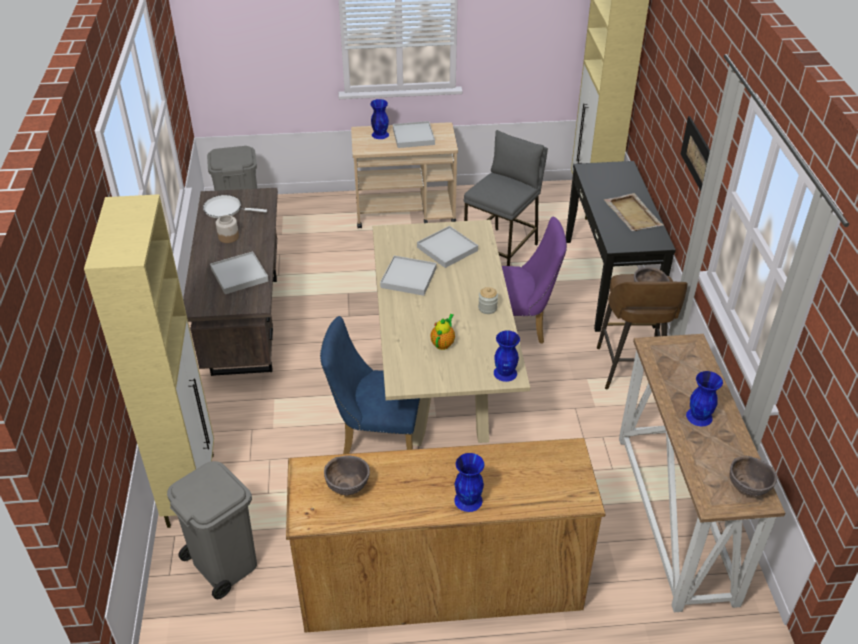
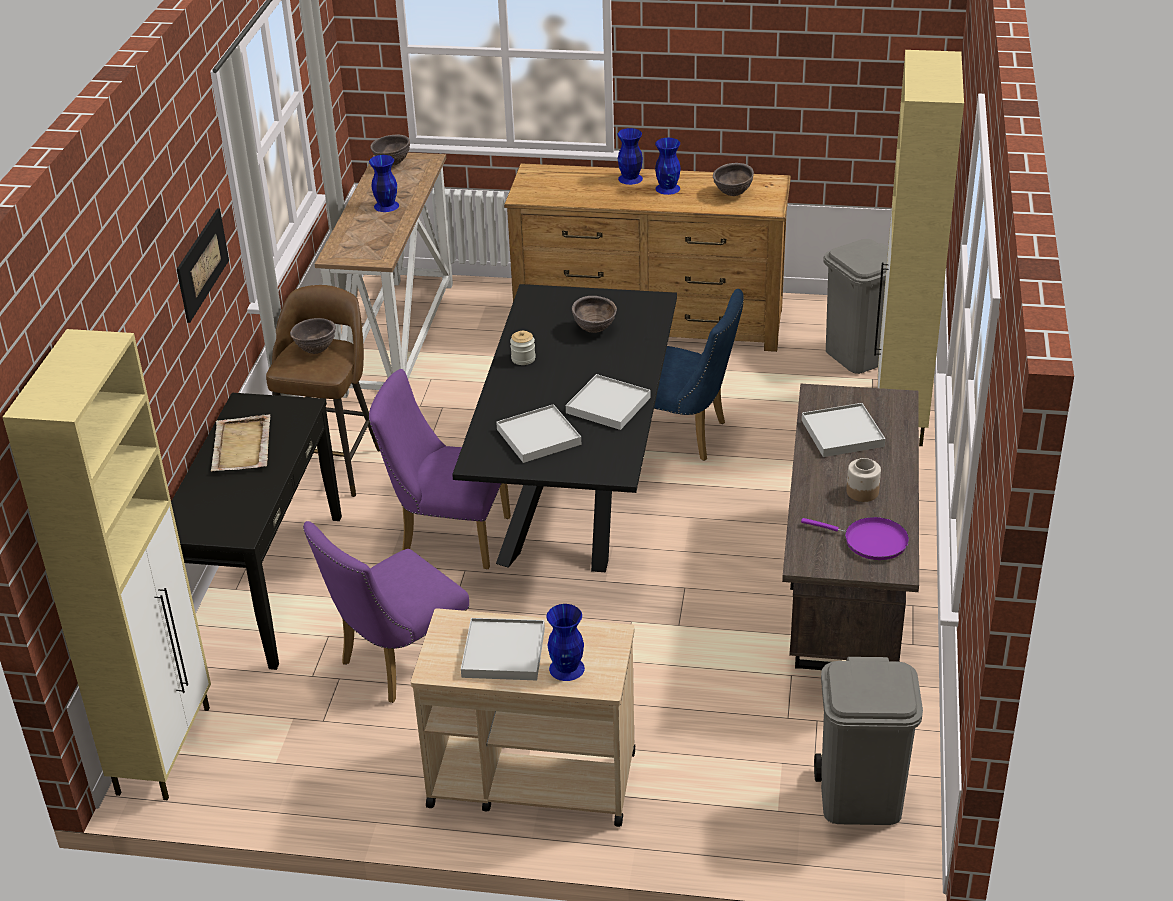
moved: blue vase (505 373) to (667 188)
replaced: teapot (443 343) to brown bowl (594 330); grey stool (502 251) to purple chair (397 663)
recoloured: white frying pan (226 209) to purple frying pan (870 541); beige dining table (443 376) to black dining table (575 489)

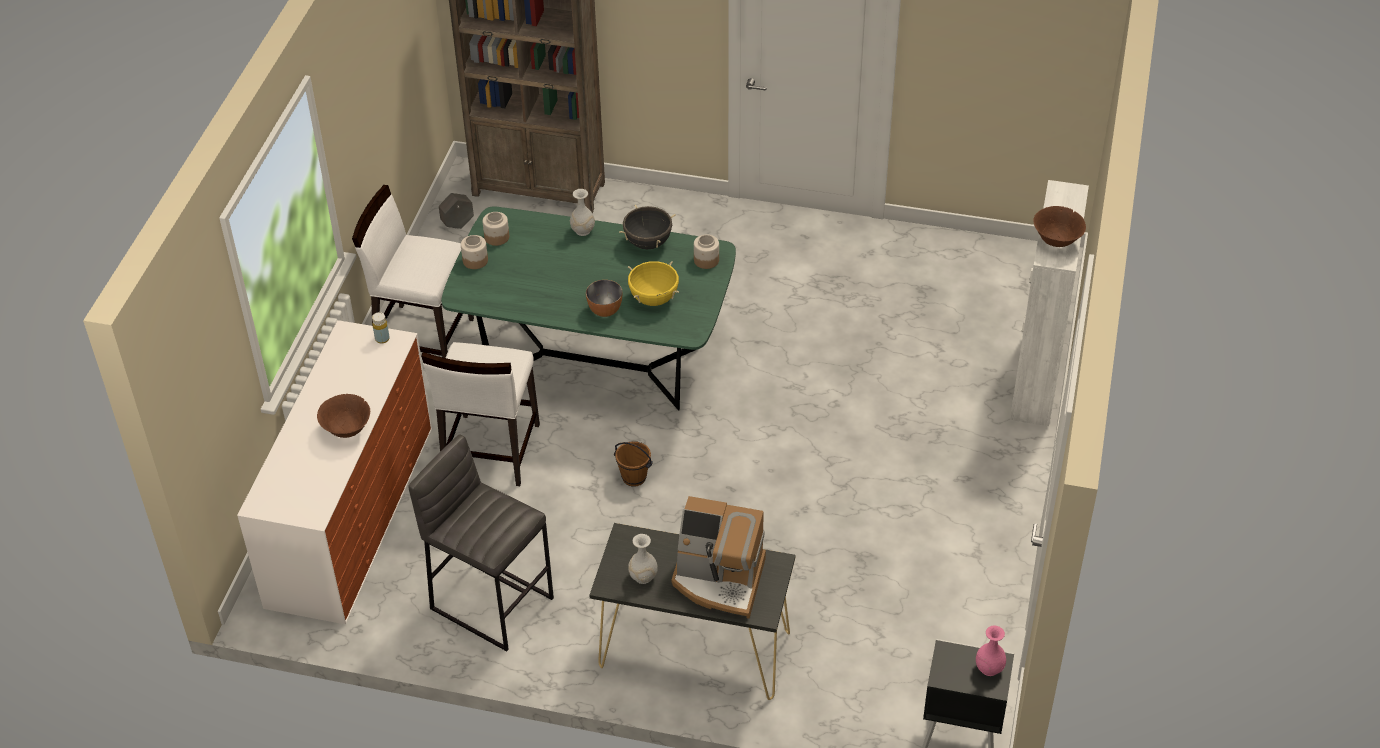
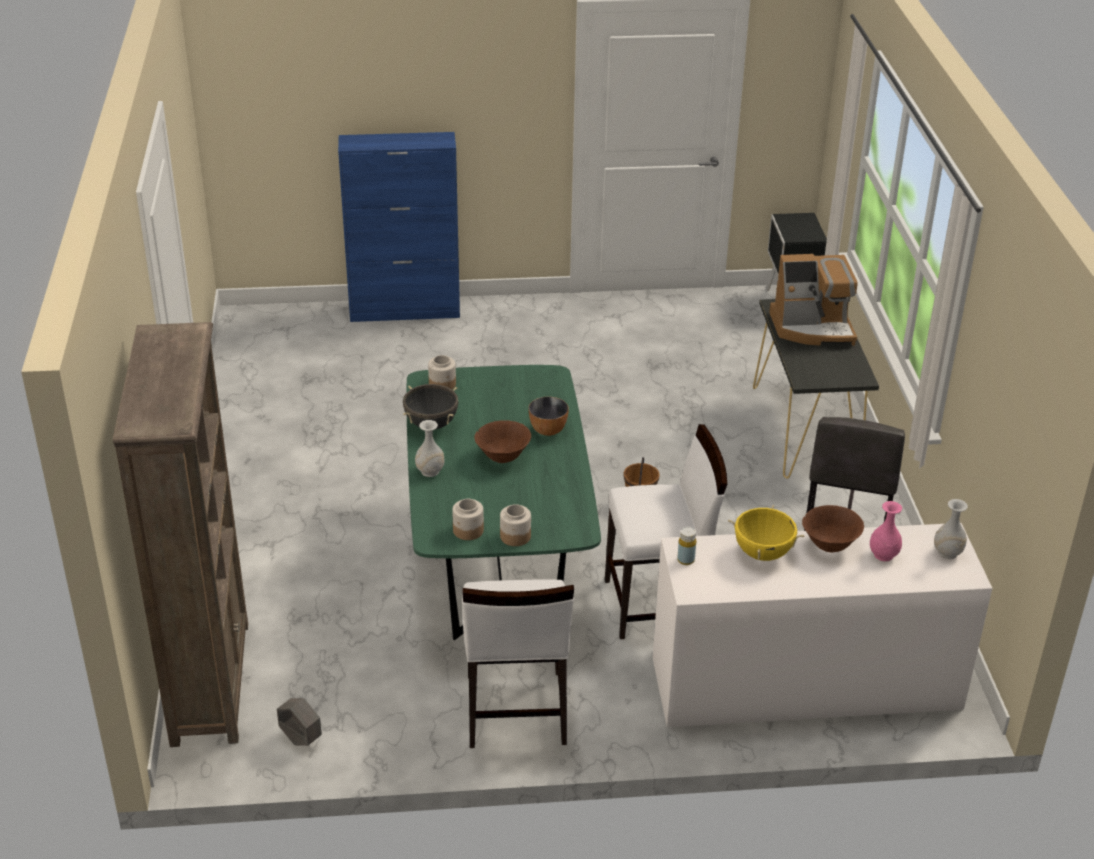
moved: yellow cooking pot (654 299) to (763 553); white vase (643 576) to (947 553); pink vase (989 668) to (883 555); brown bowl (1056 241) to (502 457)
recoloured: white cabinet (1035 380) to blue cabinet (405 310)
turned: coffee machine (719 580) = (813 328) 90 degrees clockwise

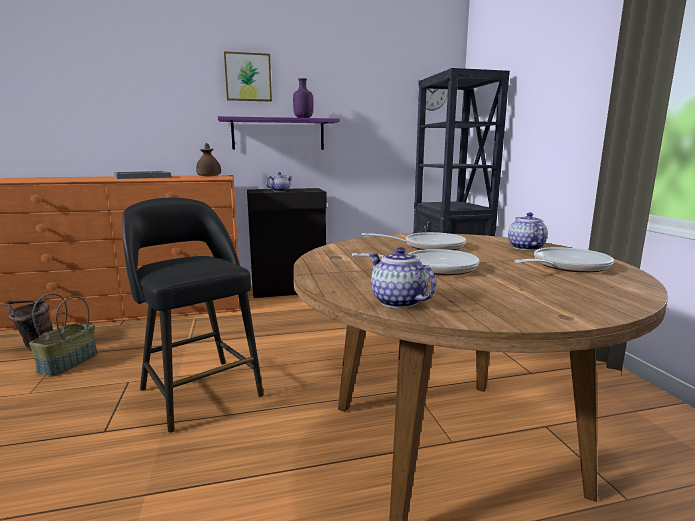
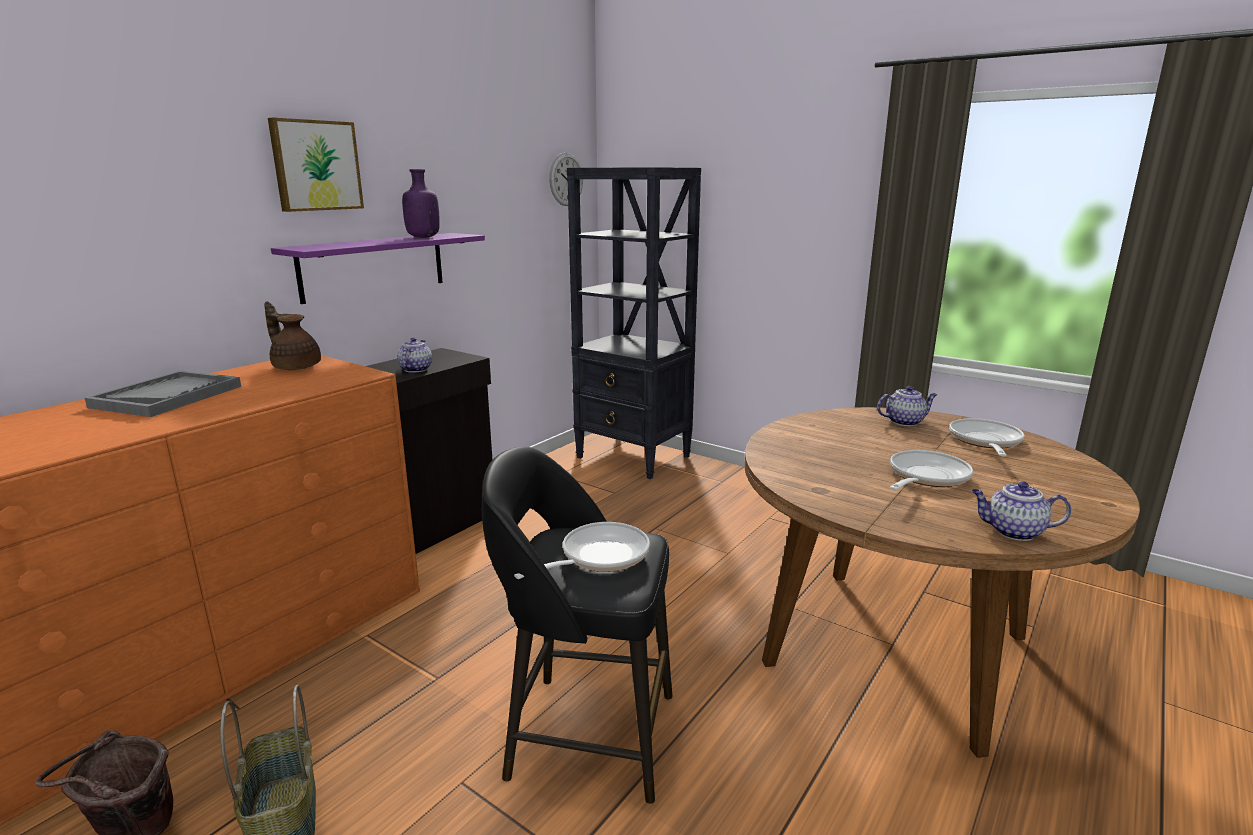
moved: frying pan (428 246) to (598 557)
turned: teapot (525 247) = (904 421) 120 degrees clockwise

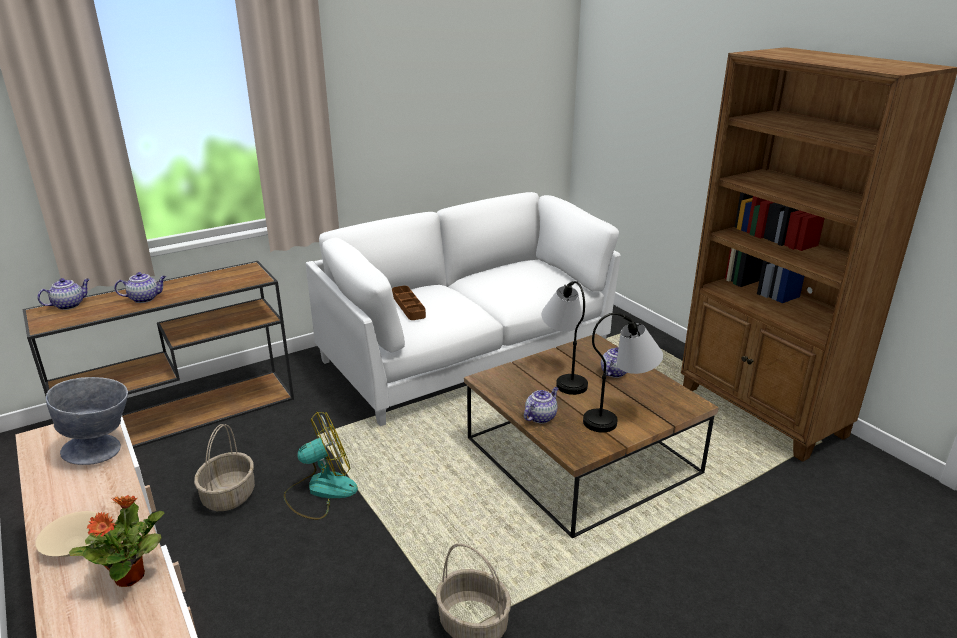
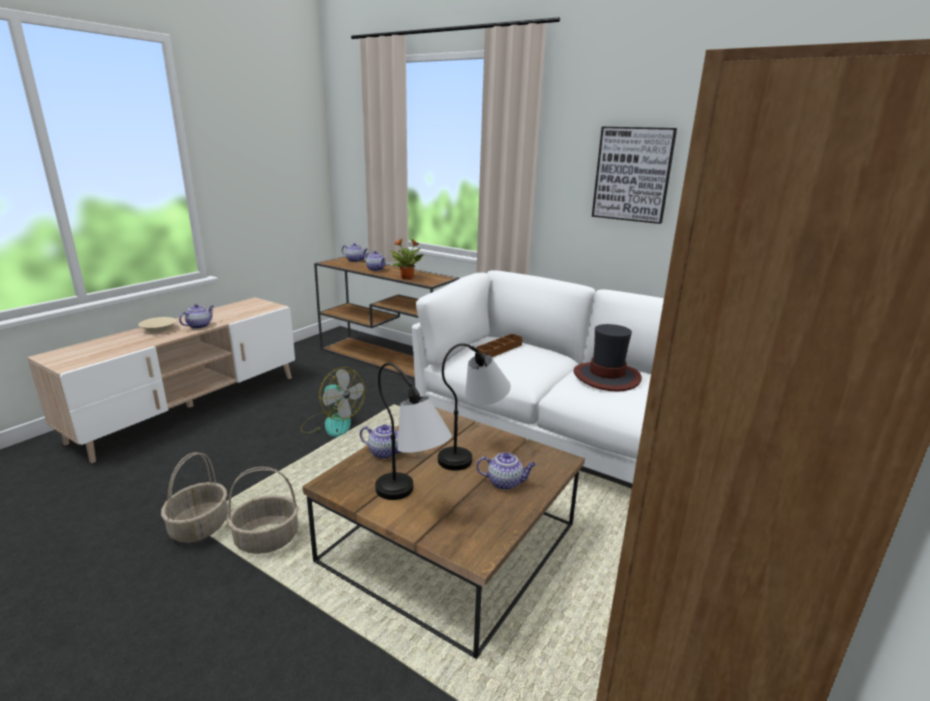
removed: grey bowl (103 449)
added: teapot (199 326); hat (606 377); picture (632 174)
moved: potted plant (131 576) to (407 278); basket (228 495) to (267 538)

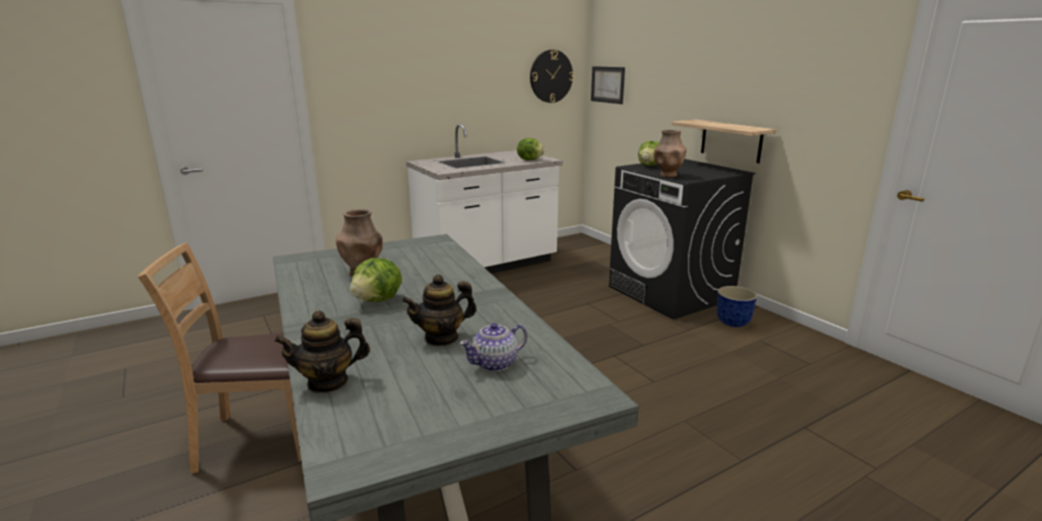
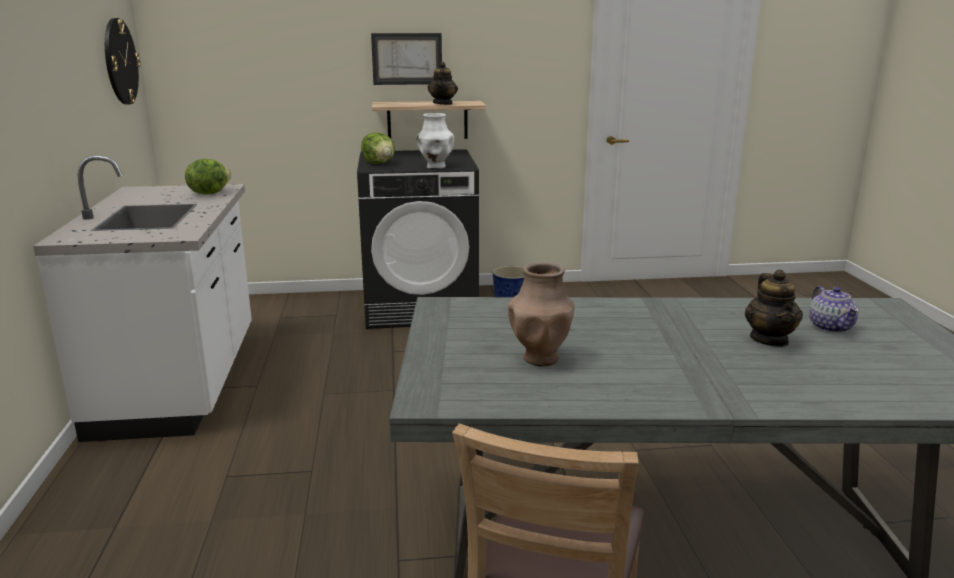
removed: lettuce (378 300)
moved: teapot (328 382) to (443 103); picture (607 84) to (407 59)
recoloured: brown vase (668 175) to white vase (435 167)

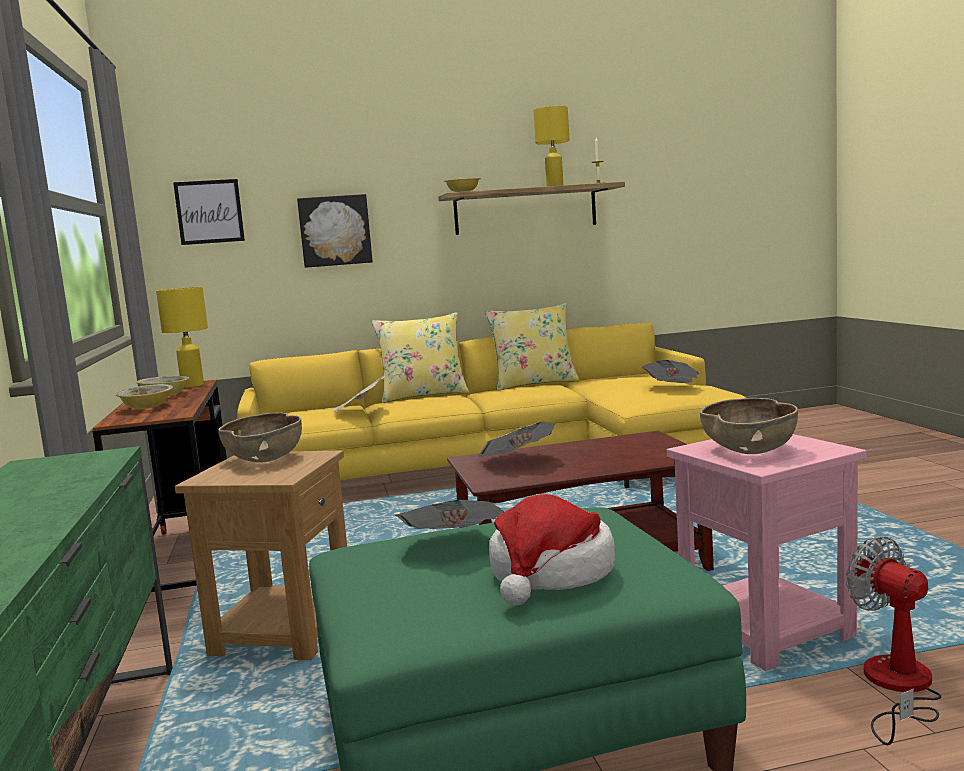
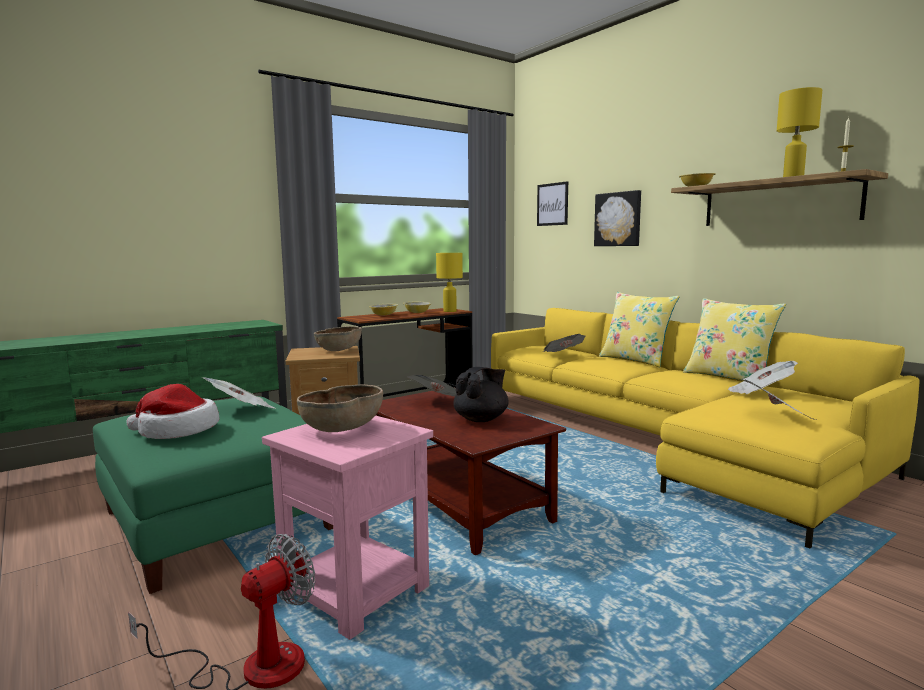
added: black teapot (481 419); newspaper (760 393)

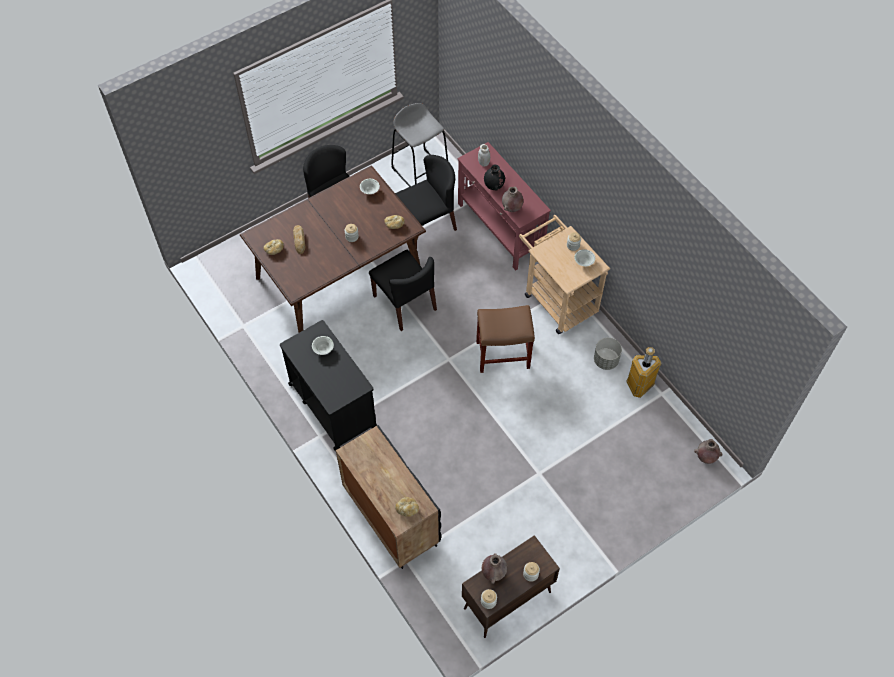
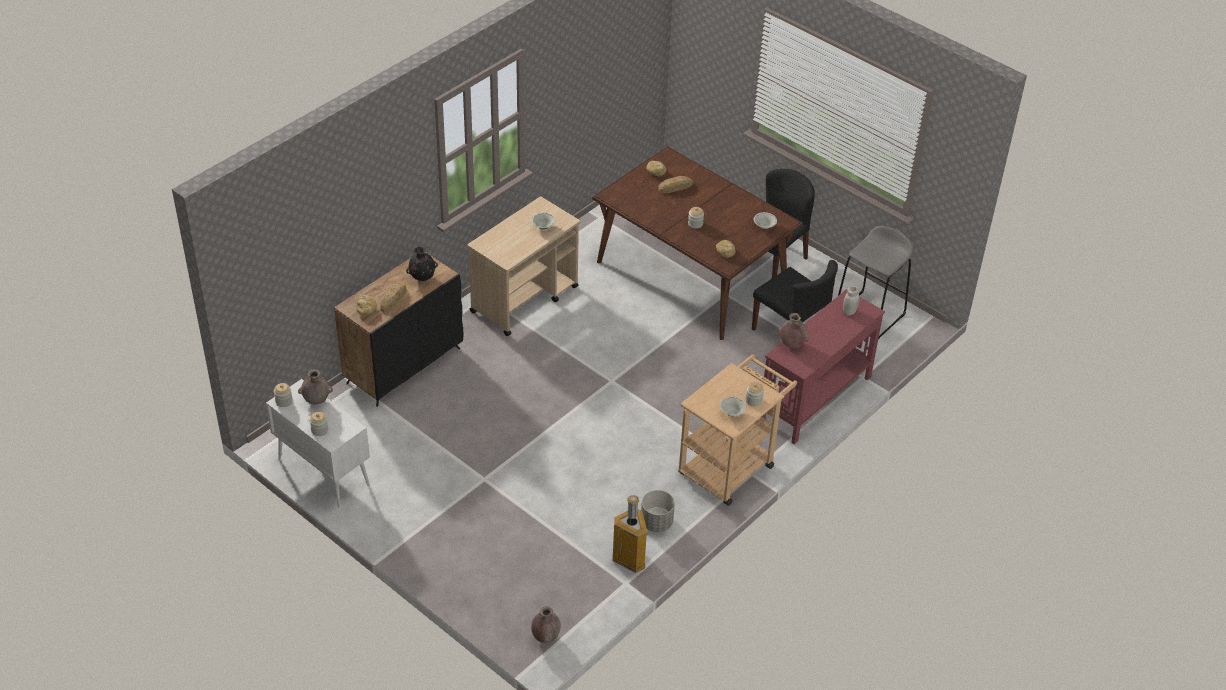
removed: black chair (405 303); brown stool (503 354)
added: bread (393 299)
moved: black vase (494 186) to (422 278)
recoloured: black cart (332 404) to beige cart (525 299); brown cabinet (506 601) to white cabinet (323 472)

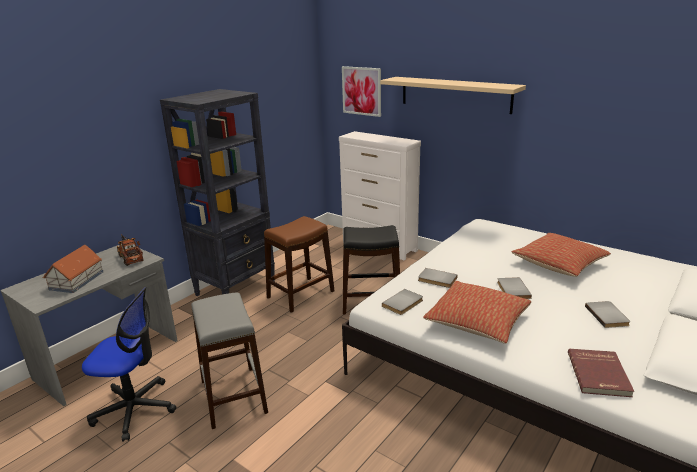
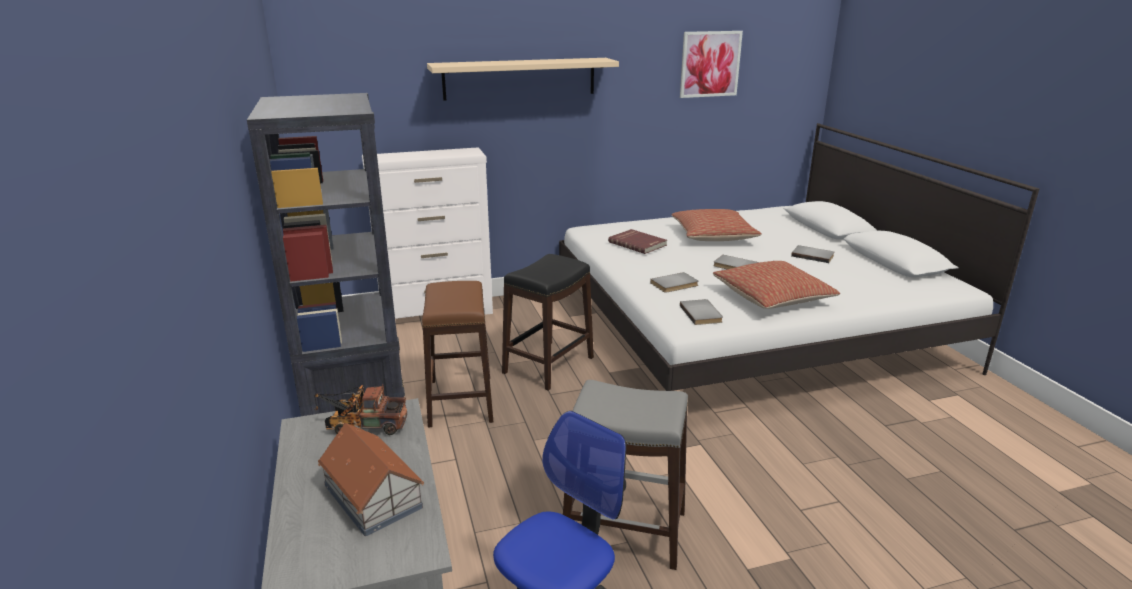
moved: picture (361 91) to (710 64); red book (599 374) to (638 243)

